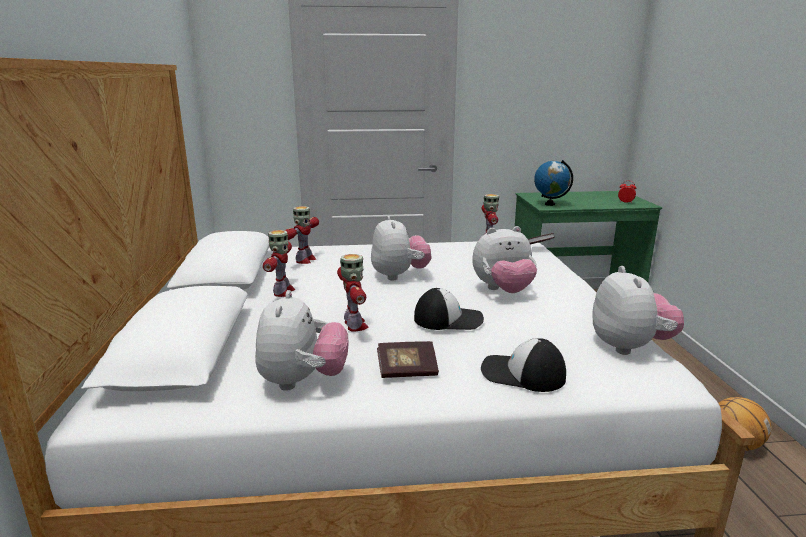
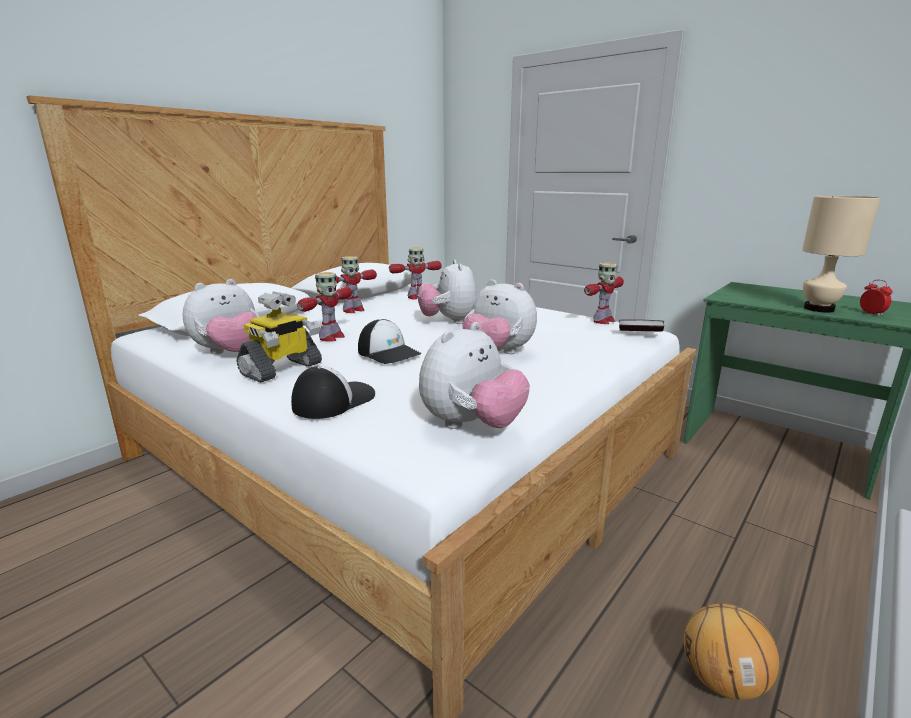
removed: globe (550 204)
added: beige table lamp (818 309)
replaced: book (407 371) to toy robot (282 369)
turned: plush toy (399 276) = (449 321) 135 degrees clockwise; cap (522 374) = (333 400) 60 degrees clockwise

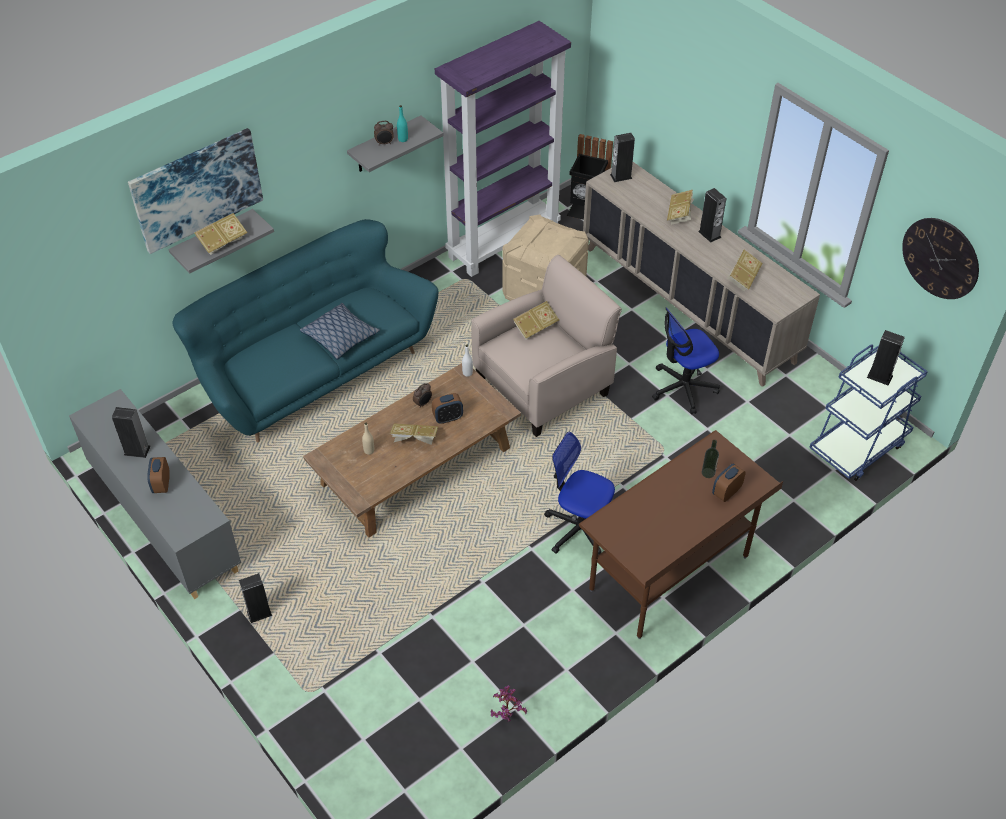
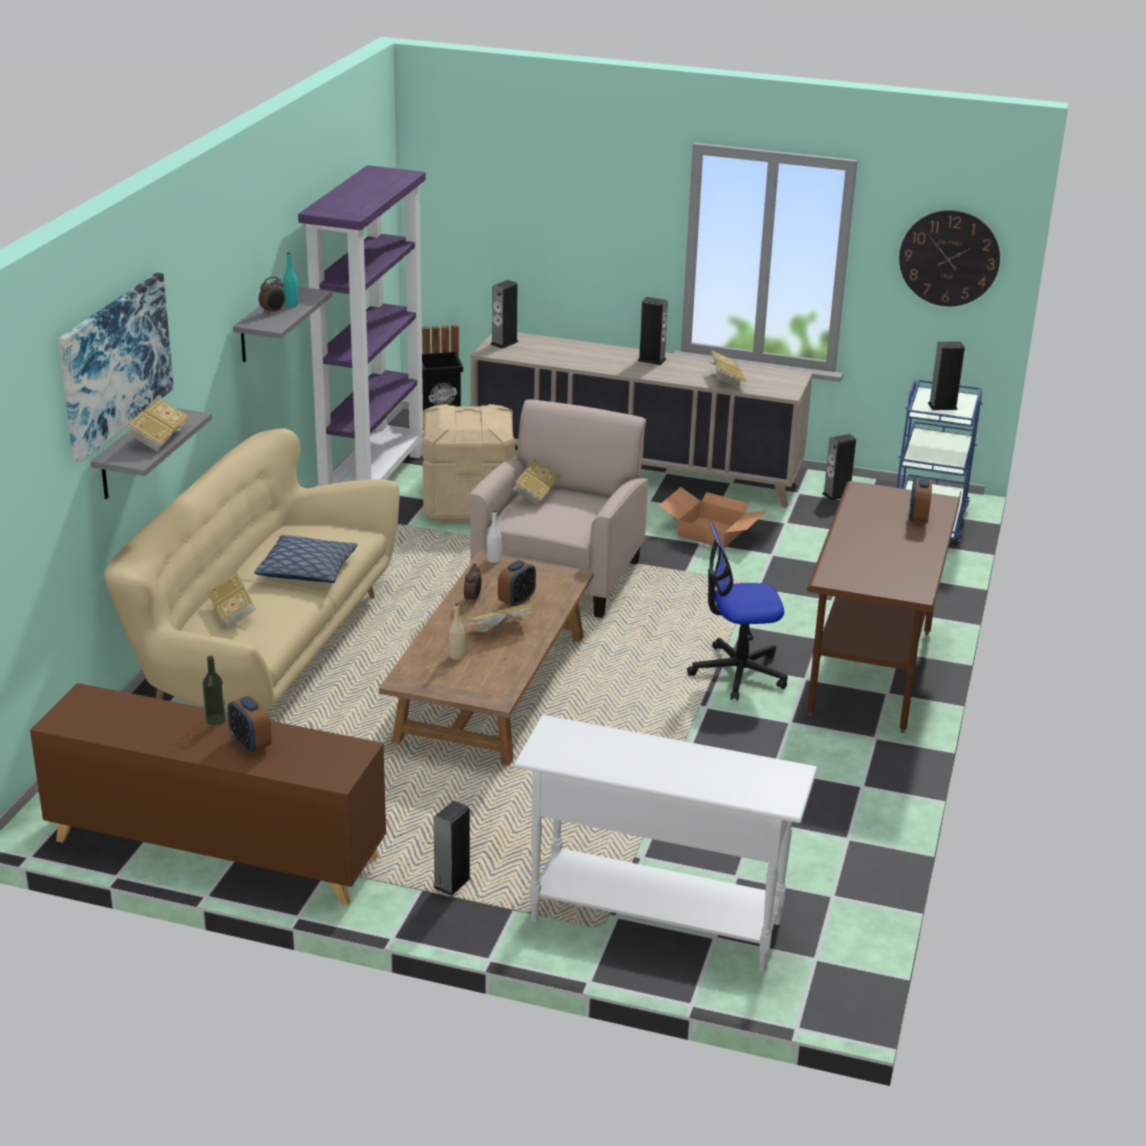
removed: potted plant (507 715)
added: white console table (655 920)
moved: speaker (137 450) to (836 495); book (680 214) to (232 613); bottle (708 473) to (215 720)
replaced: office chair (683 388) to cardboard box (709 532)
recoloured: grey cabinet (164 519) to brown cabinet (215 849); turquoise sofa (314 371) to beige sofa (263 651)

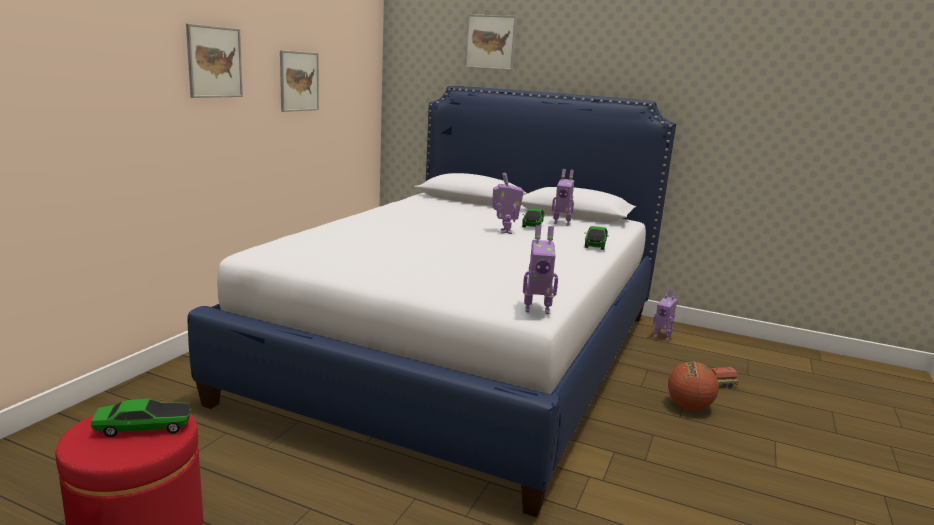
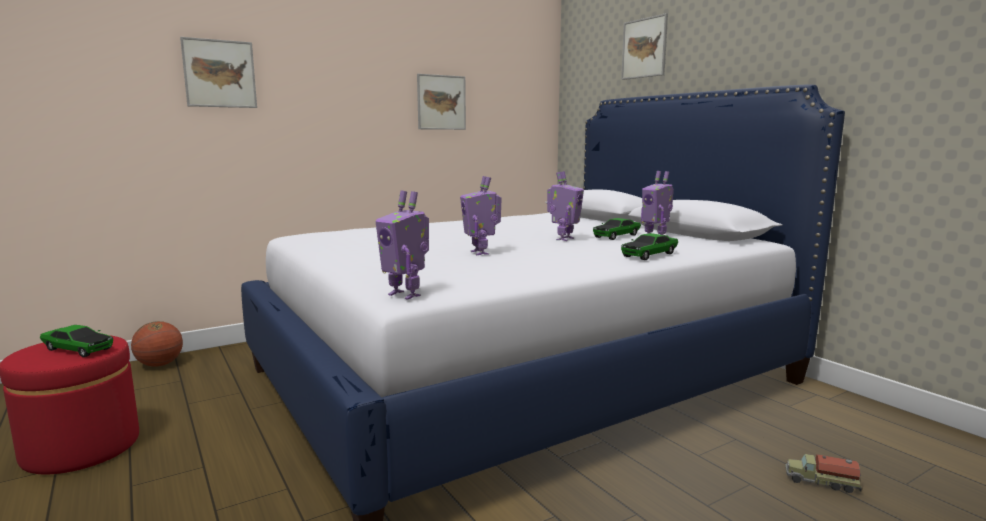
moved: picture (214 62) to (219 73); toy robot (662 337) to (481 253); basketball (689 407) to (160 365)

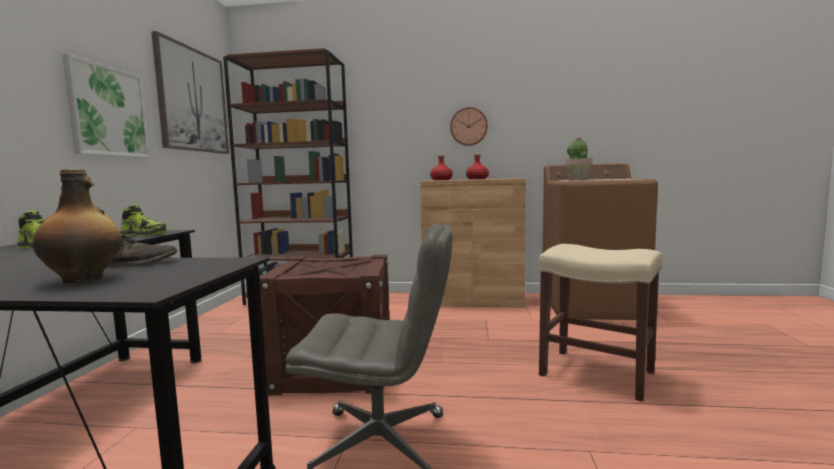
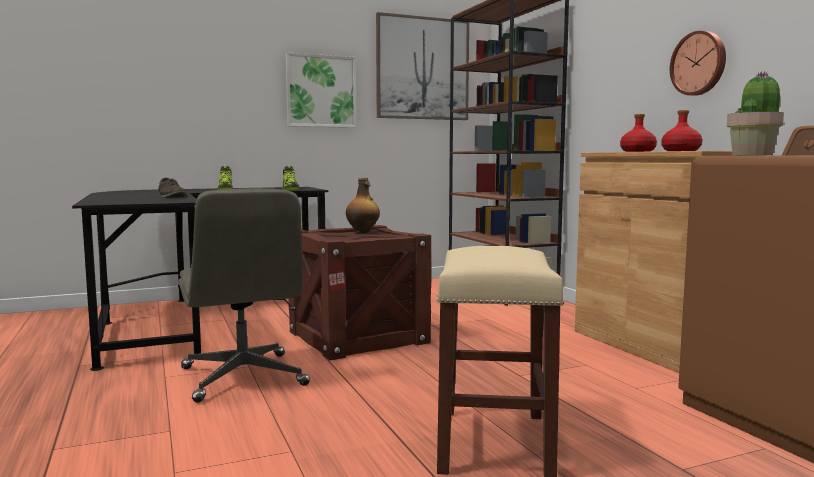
moved: bottle (85 279) to (362 232)

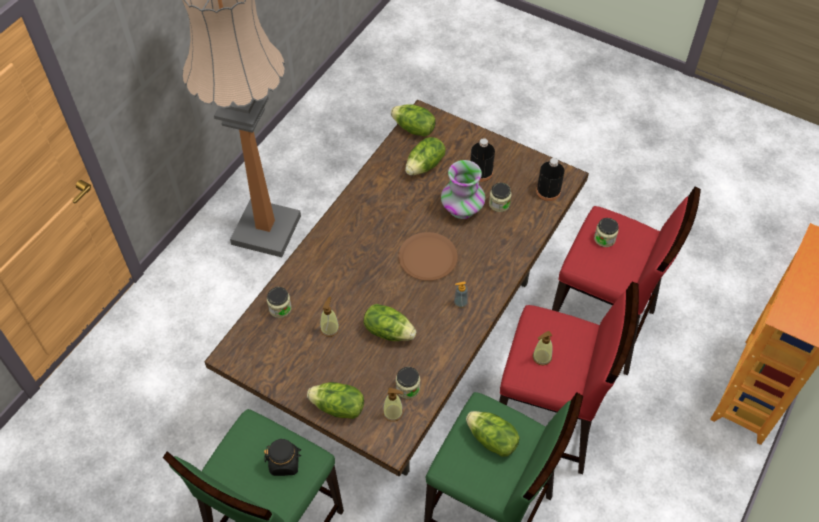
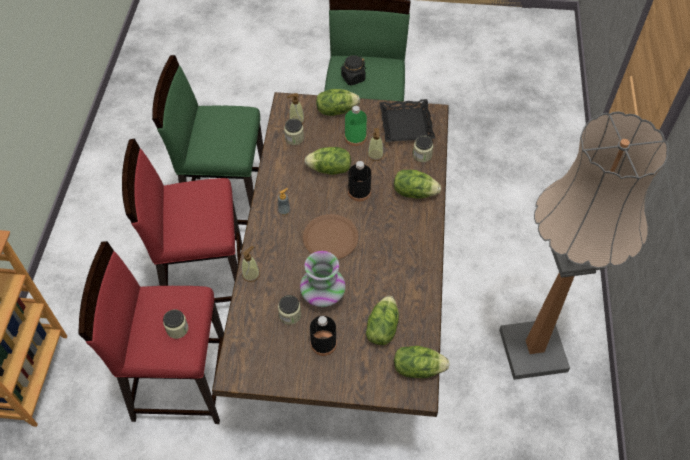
added: green bottle (355 137); black tray (405 124)
moved: lettuce (491 440) to (414 192); soap dispenser (541 357) to (251 274); black bottle (548 191) to (359 192)

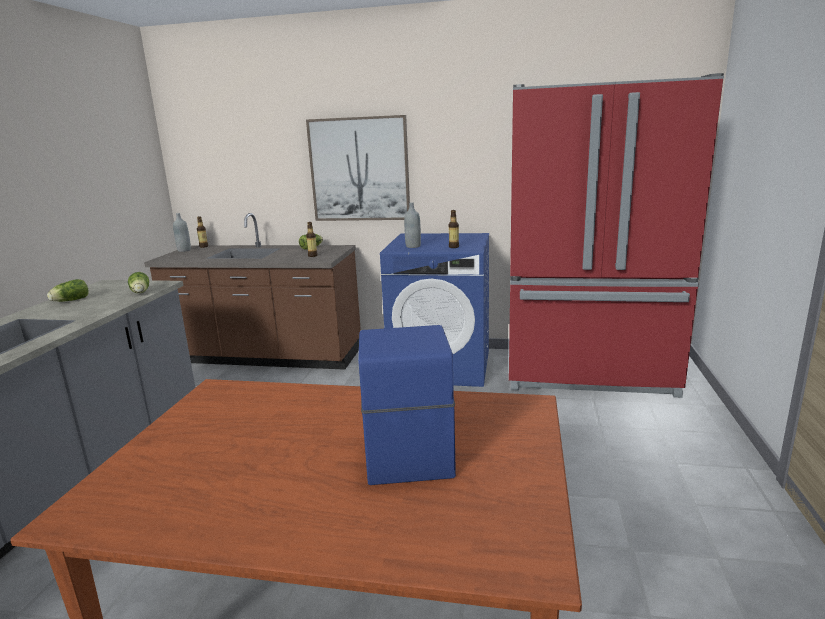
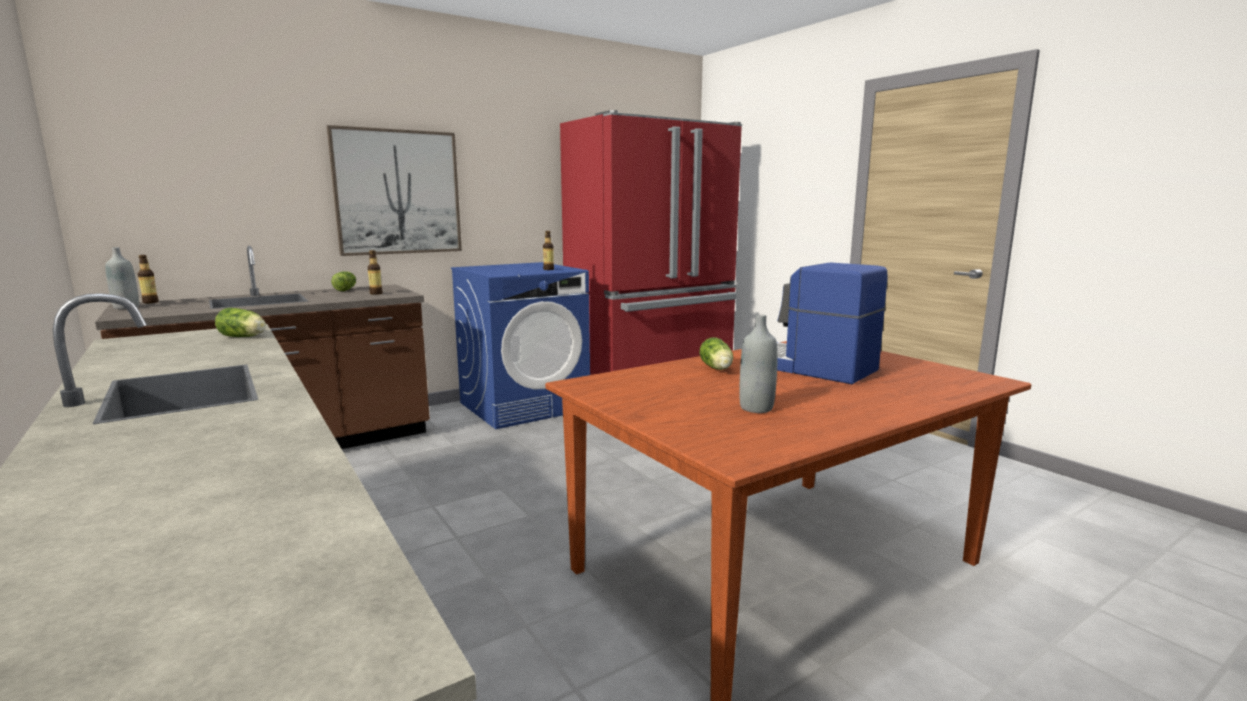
moved: lettuce (69 301) to (717 369); grey bottle (413 246) to (756 408)

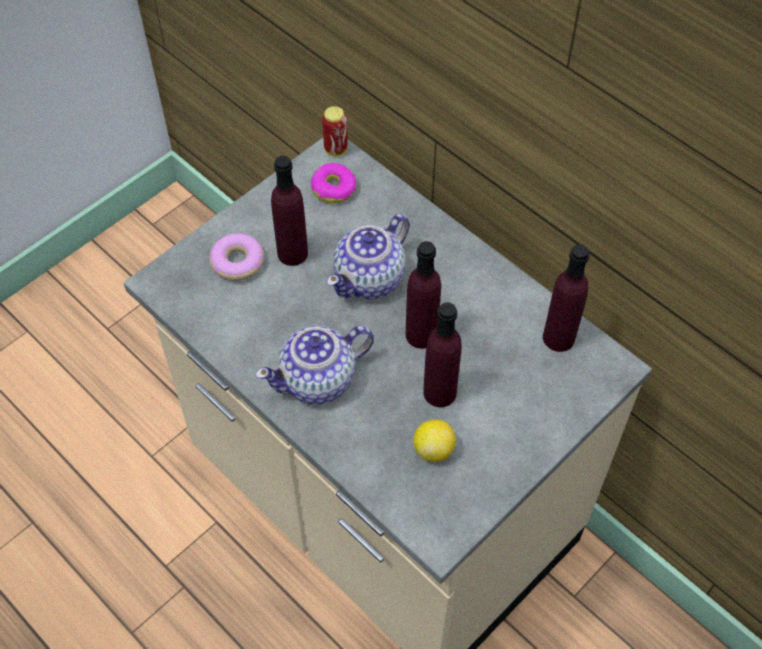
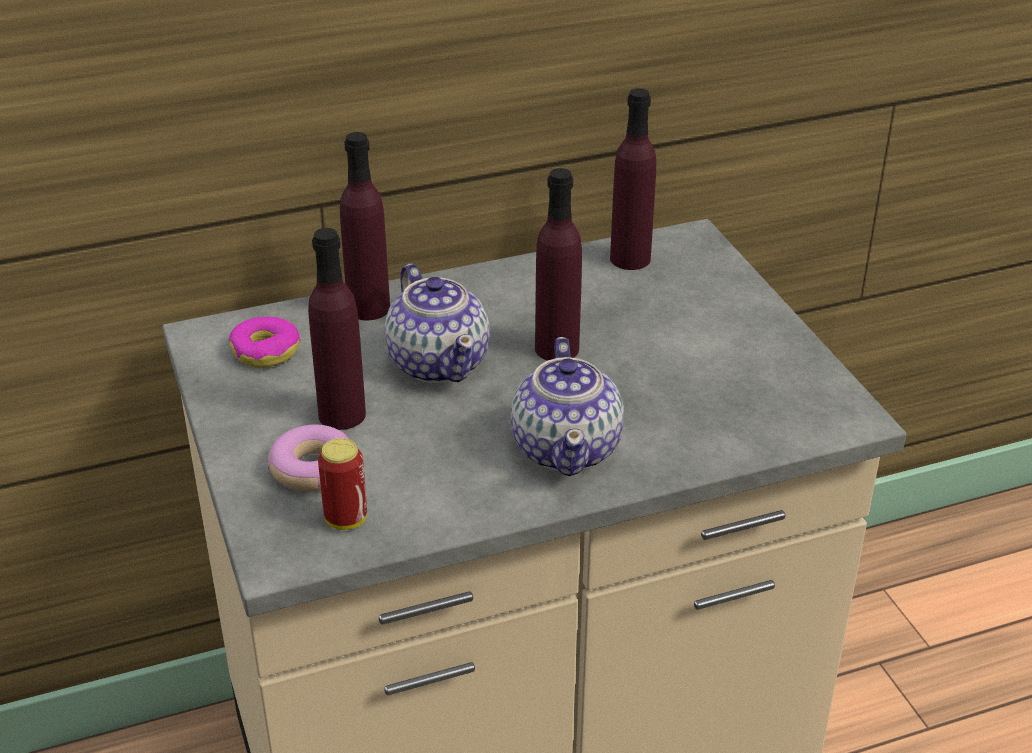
removed: lemon (434 449)
moved: can (335 149) to (346 519); purple bottle (439 392) to (368 308)

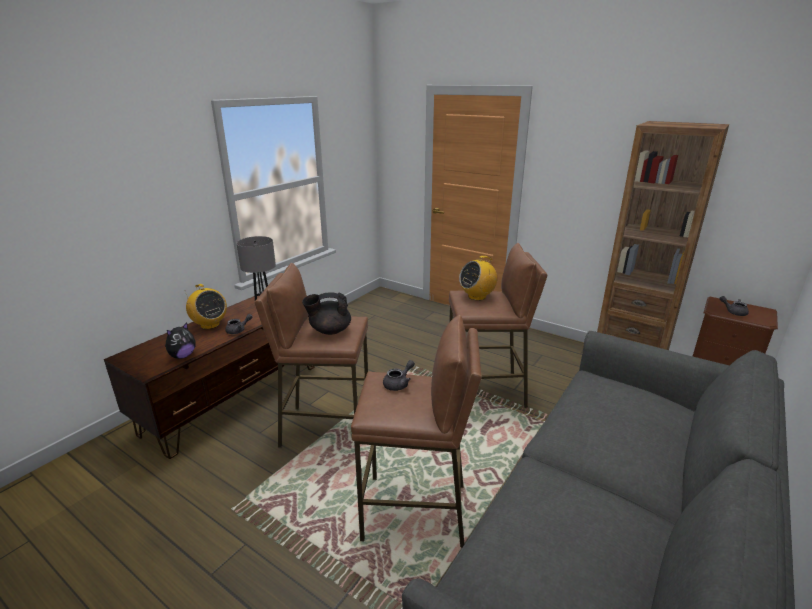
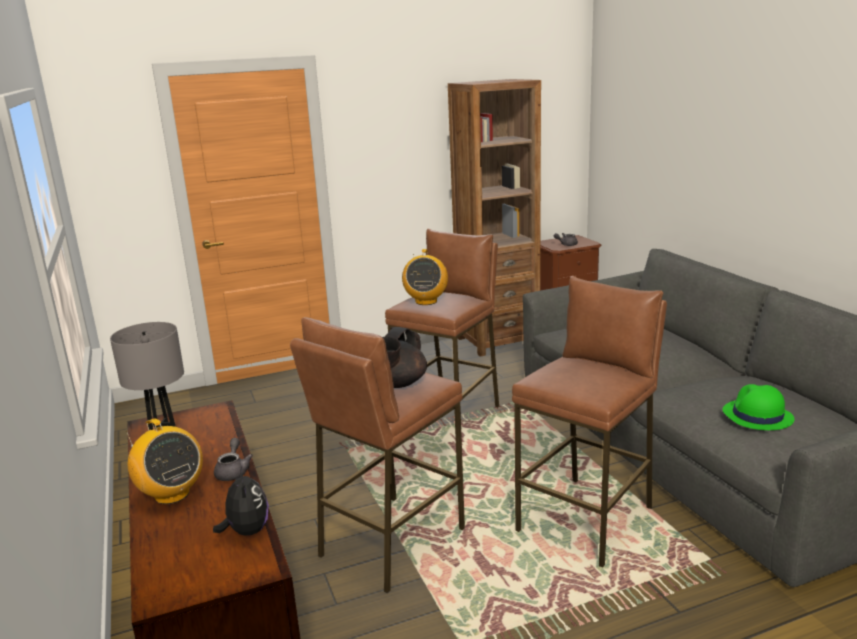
removed: grey teapot (399 384)
added: green hat (757 416)
turned: radio (209 325) = (171 494) 60 degrees clockwise

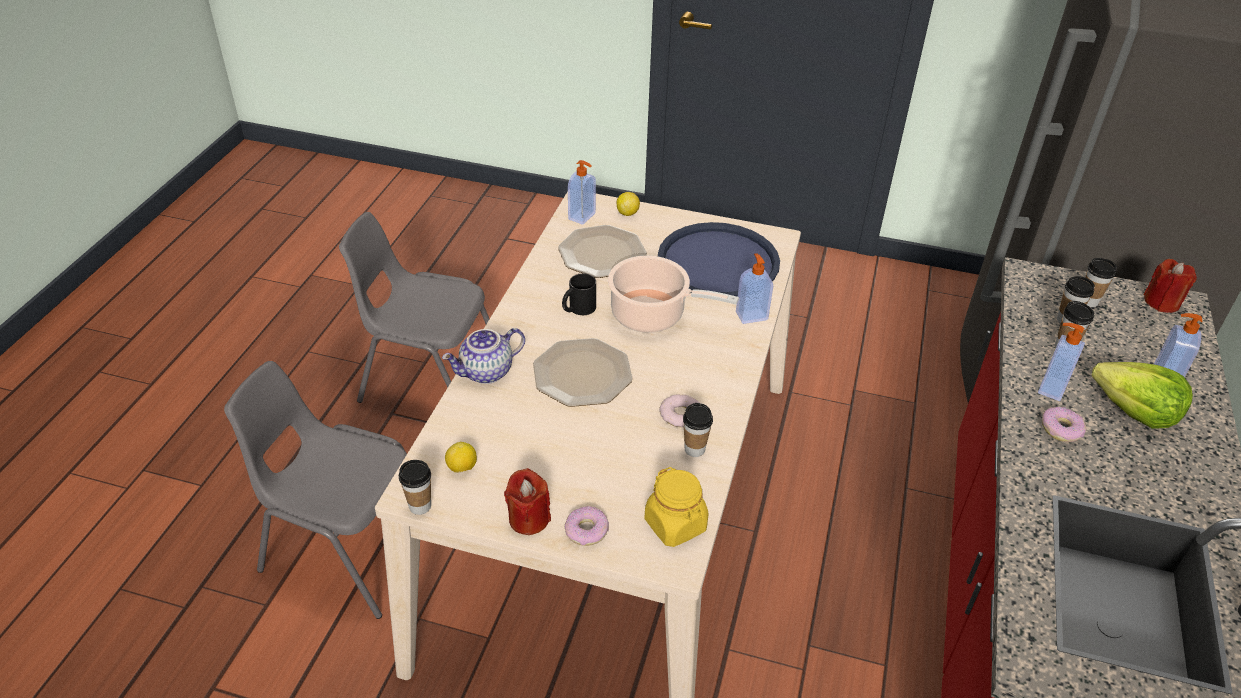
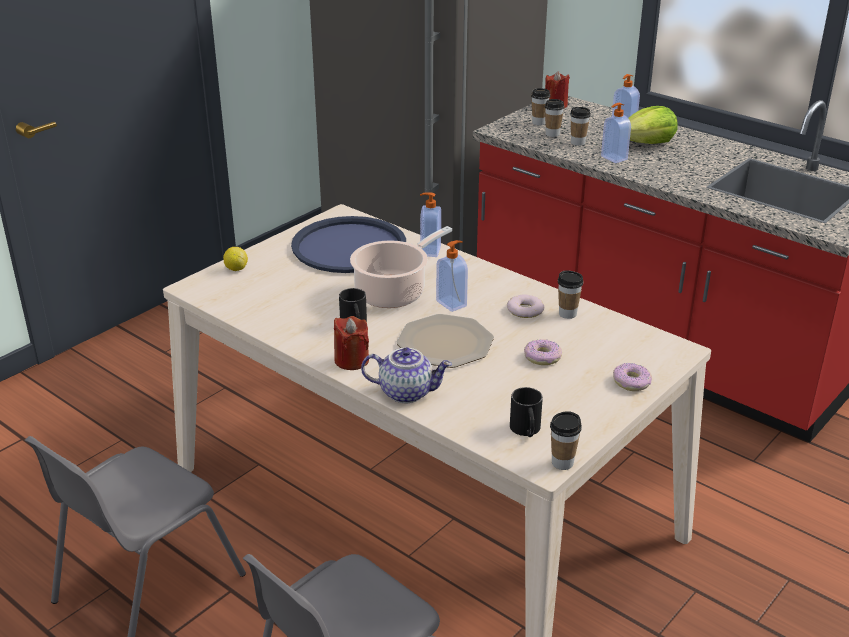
removed: plate (602 253); yellow jar (675 525)
moved: red candle (529 519) to (351 360); soap dispenser (582 217) to (452 303); donut (1061 429) to (542 357)
replaced: lemon (462 468) to black mug (526 430)
turned: teapot (486 373) = (407 392) 75 degrees counterclockwise

